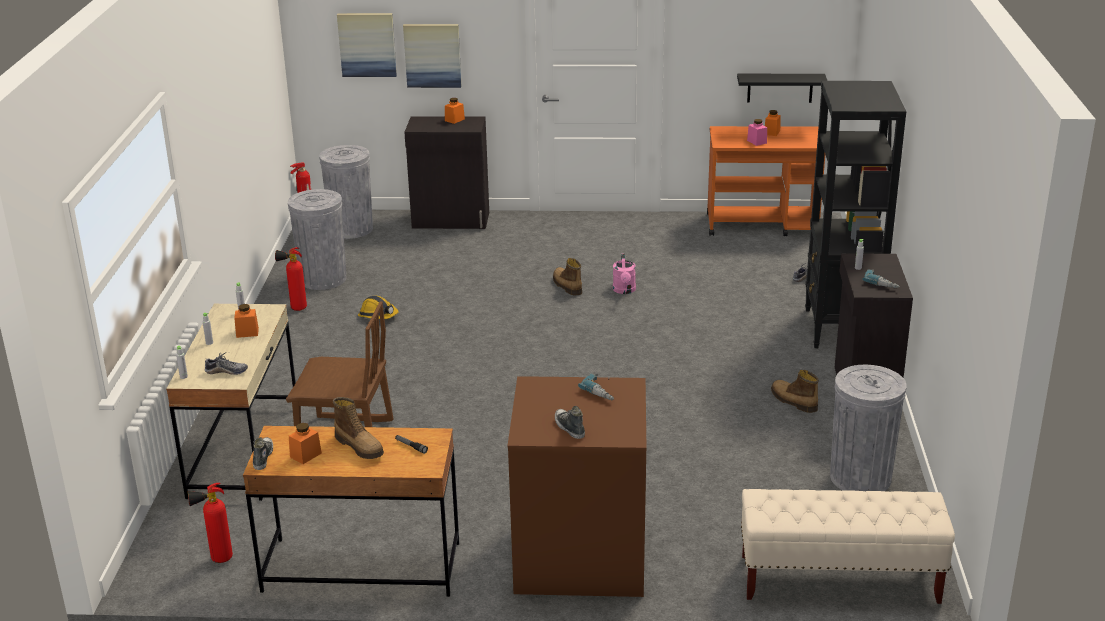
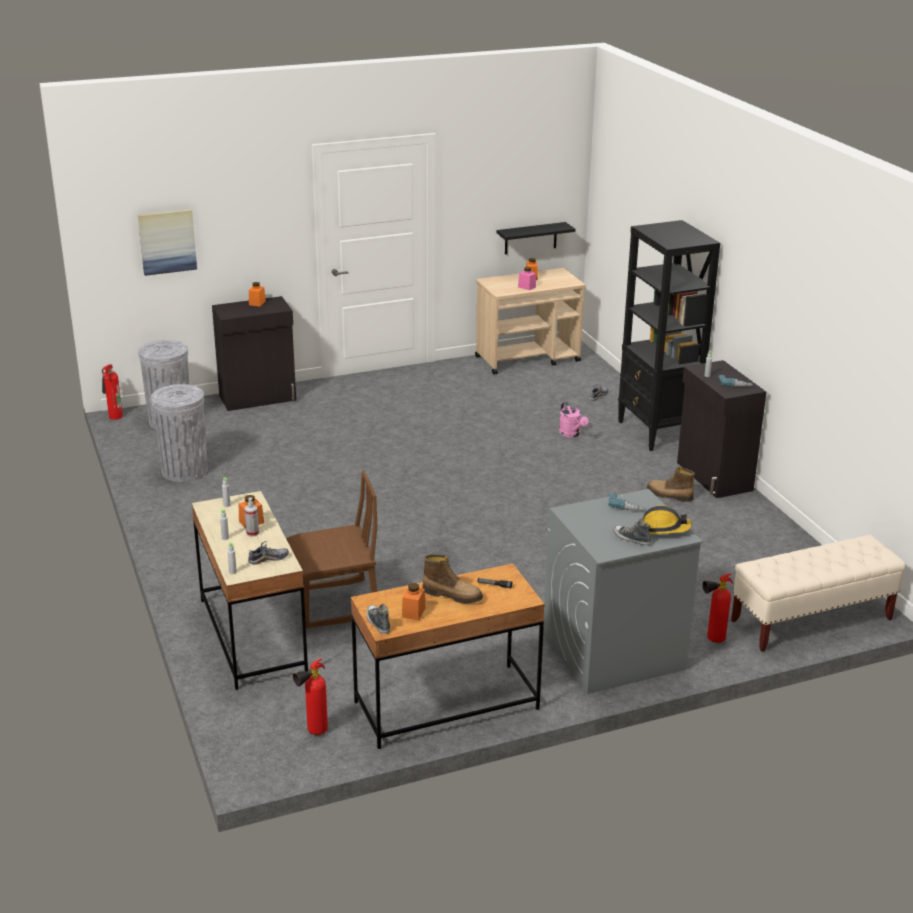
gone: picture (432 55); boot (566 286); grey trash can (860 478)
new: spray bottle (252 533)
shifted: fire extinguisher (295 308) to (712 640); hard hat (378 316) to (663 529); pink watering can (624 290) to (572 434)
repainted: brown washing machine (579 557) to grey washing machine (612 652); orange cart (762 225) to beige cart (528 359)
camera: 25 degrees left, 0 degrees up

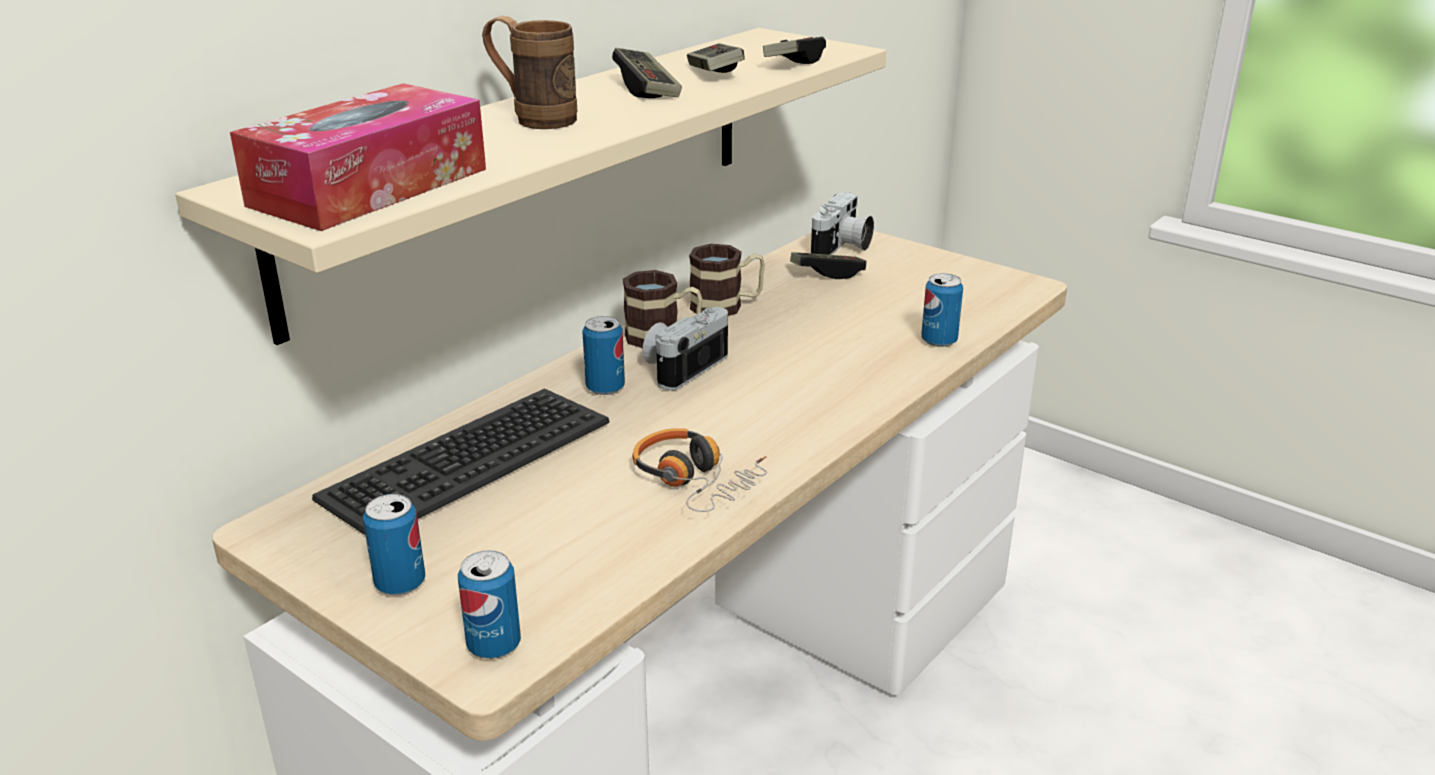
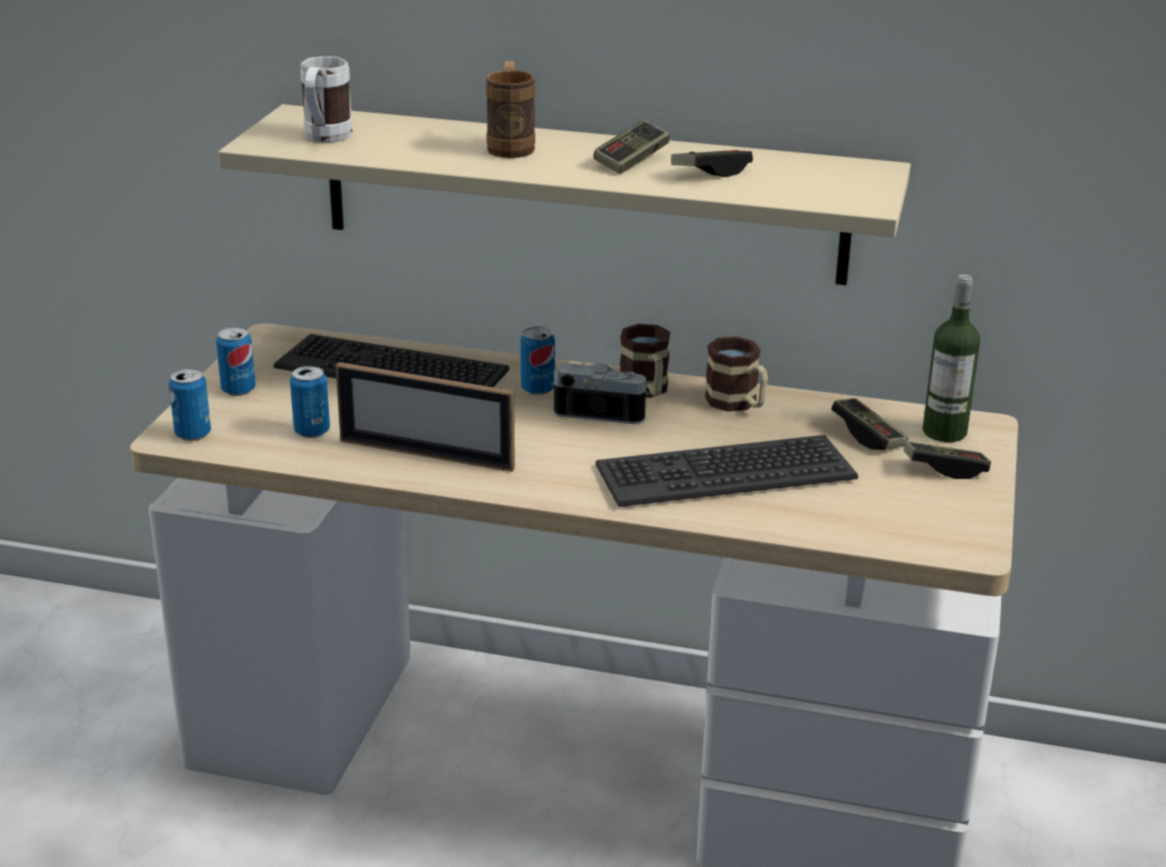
new: keyboard (725 472)
shifted: game controller (794 62) to (945 469); can (939 340) to (312 431)
swapped: tissue box (370 187) to white mug (324 139); headphones (695 480) to picture frame (426 454); photo camera (842 247) to bottle (944 432)
camera: 65 degrees right, 0 degrees up

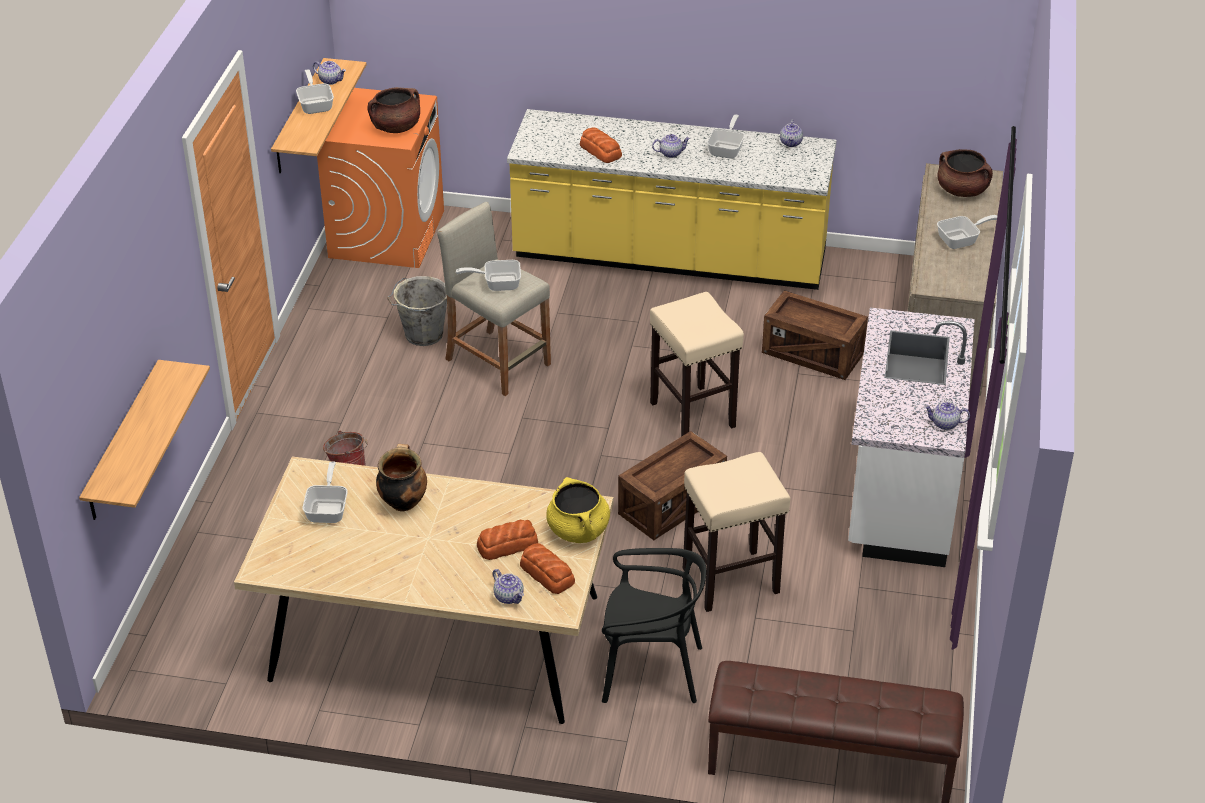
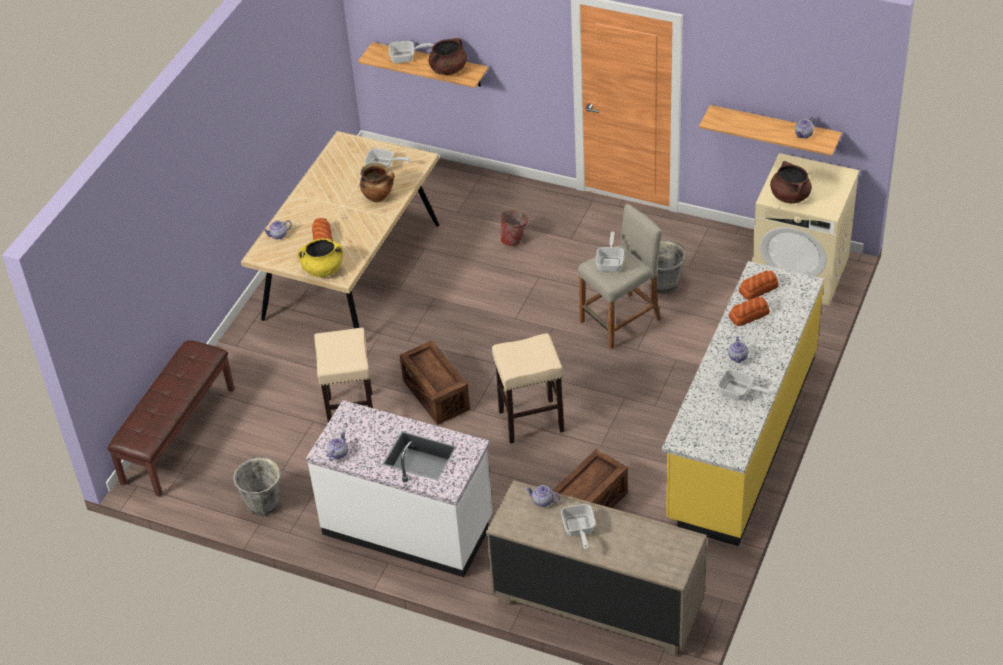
gone: black chair (651 671)
new: grey bucket (264 503)
shifted: frying pan (315 104) to (406 58); bread (547 573) to (759 288); teapot (791 143) to (542 501); brown cooking pot (962 190) to (448 69)
repainted: orange washing machine (386 234) to beige washing machine (800 271)
camera: 105 degrees right, 5 degrees up

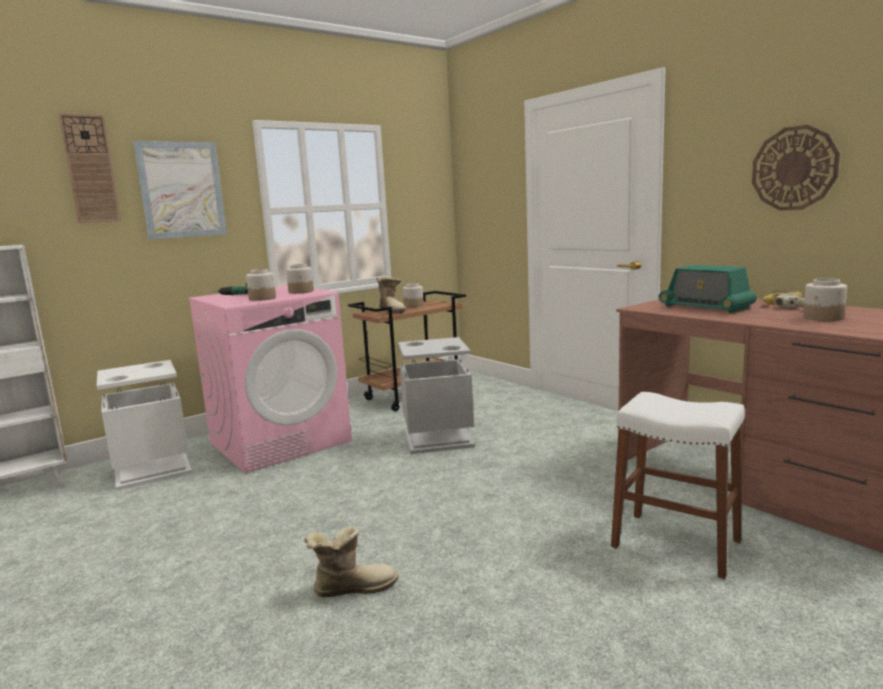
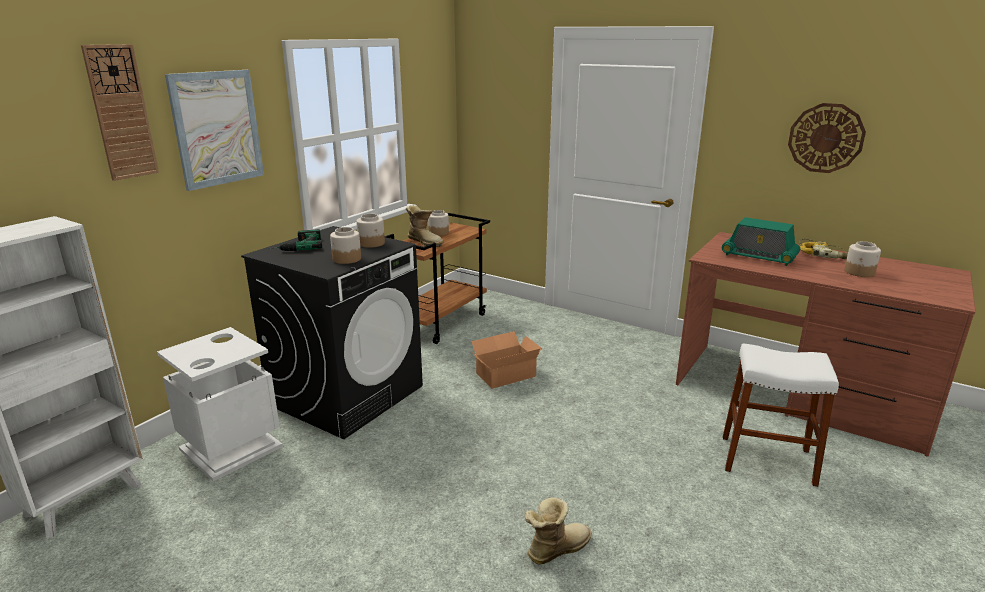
swapped: grey trash can (437 438) to cardboard box (503 374)
repainted: pink washing machine (281 442) to black washing machine (347 395)
camera: 20 degrees left, 10 degrees up

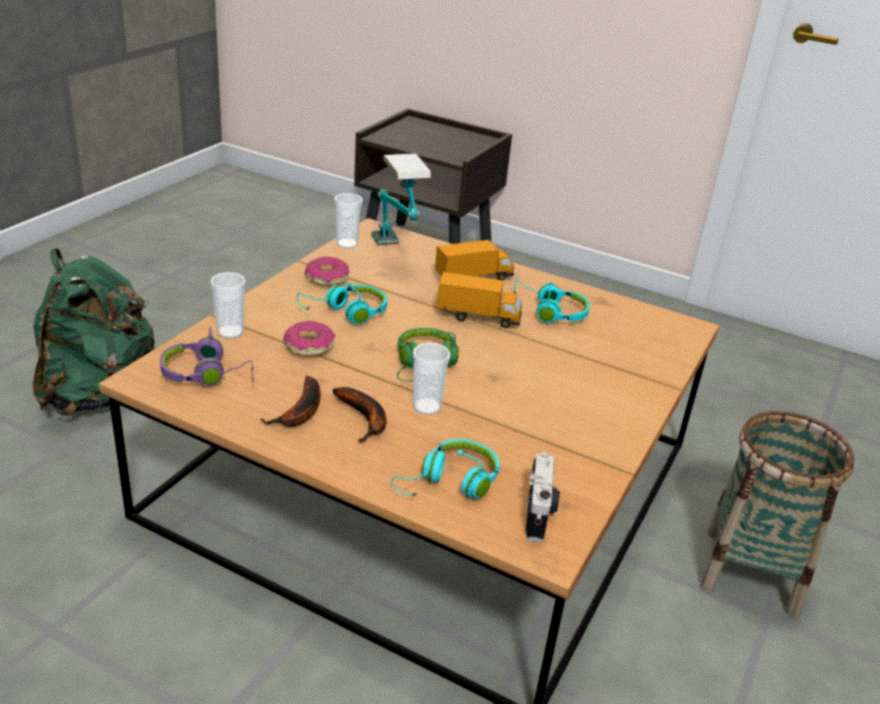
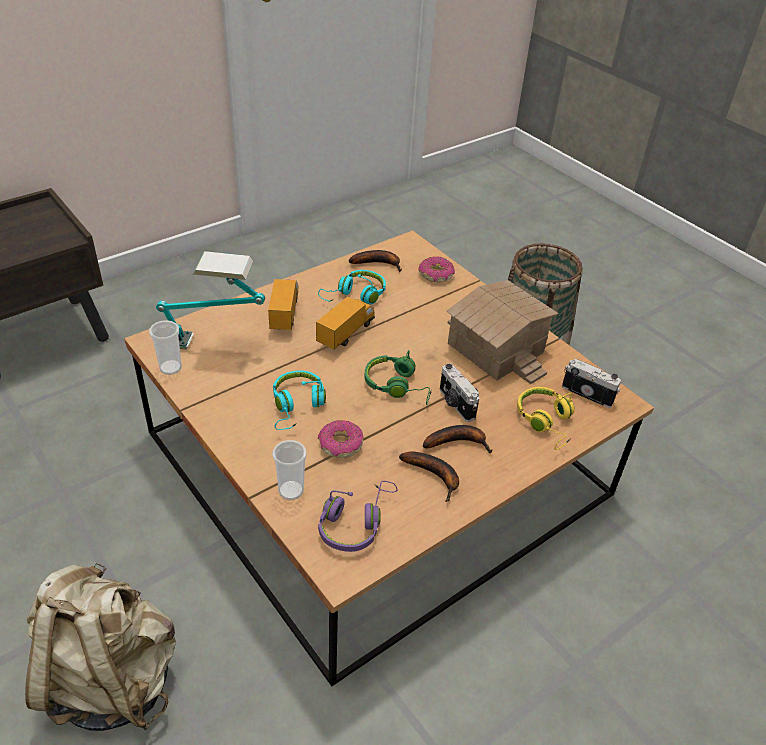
new: banana (378 263); toy house (496 347)
shifted: donut (327 278) to (436 275)
swapped: cup (426 407) to photo camera (455 404)
repainted: green backpack (97 392) to beige backpack (112 679); turquoise headphones (450 483) to yellow headphones (546 422)
camera: 65 degrees left, 10 degrees up

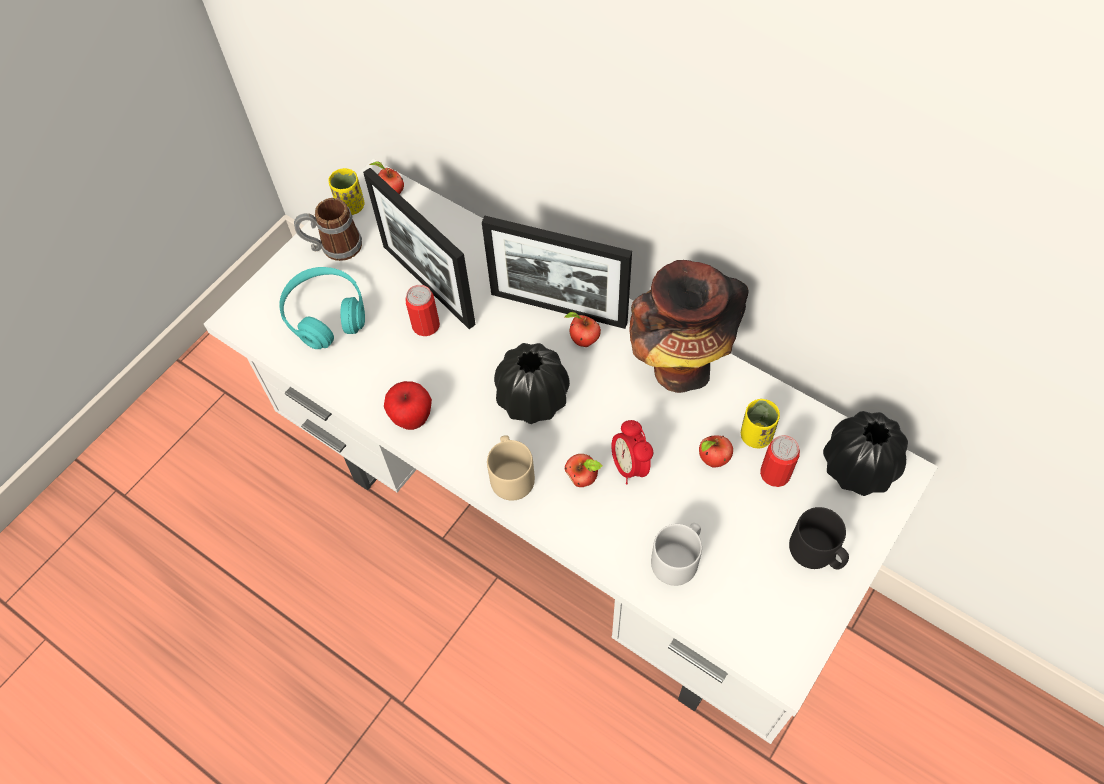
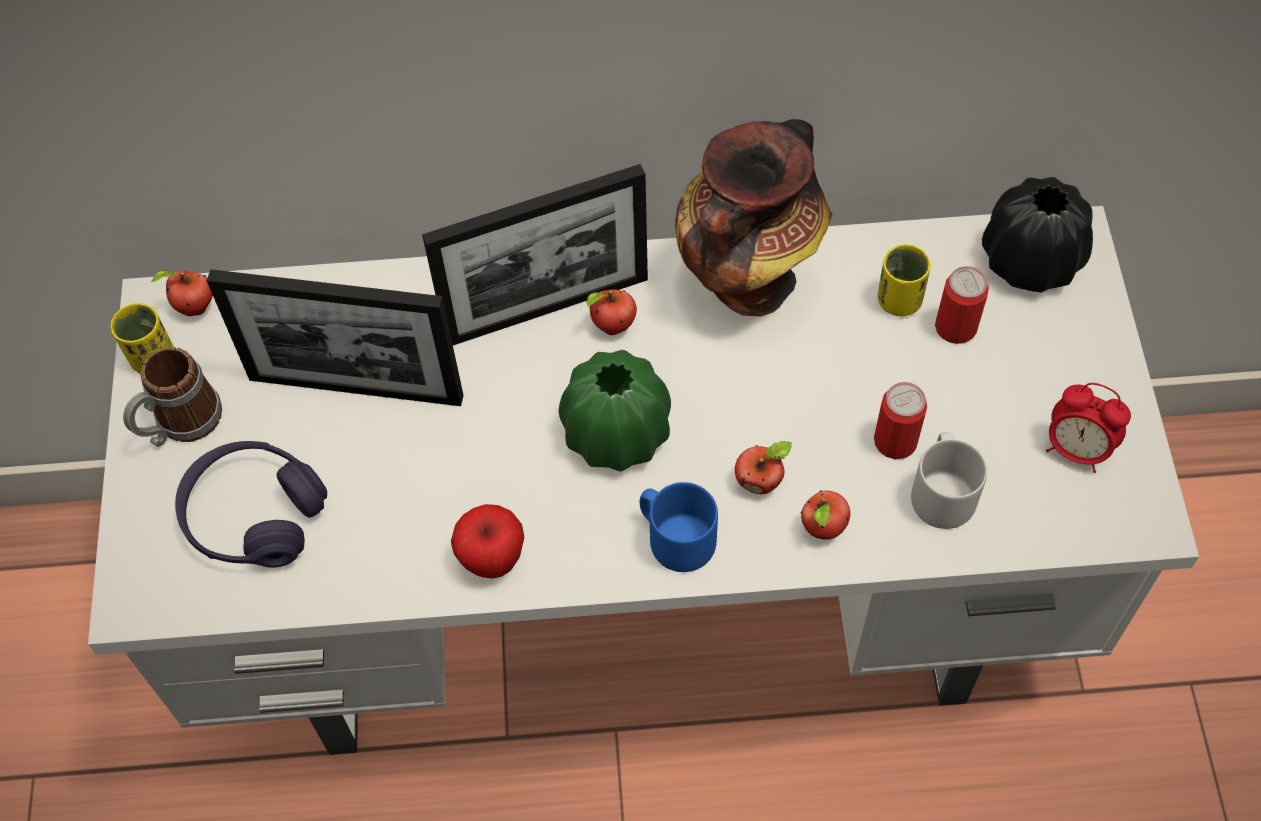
gone: black mug (816 552)
shifted: can (426 325) to (895 441); alarm clock (630 466) to (1076 450); apple (712 461) to (823 530)
repainted: turquoise headphones (326 315) to purple headphones (254 515); beige mug (511 475) to blue mug (675 538); black vase (533 398) to green vase (617 433)
camera: 40 degrees left, 0 degrees up

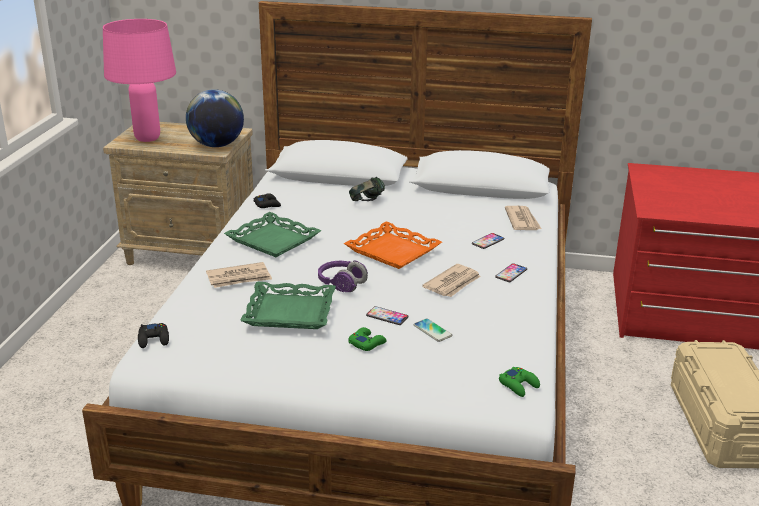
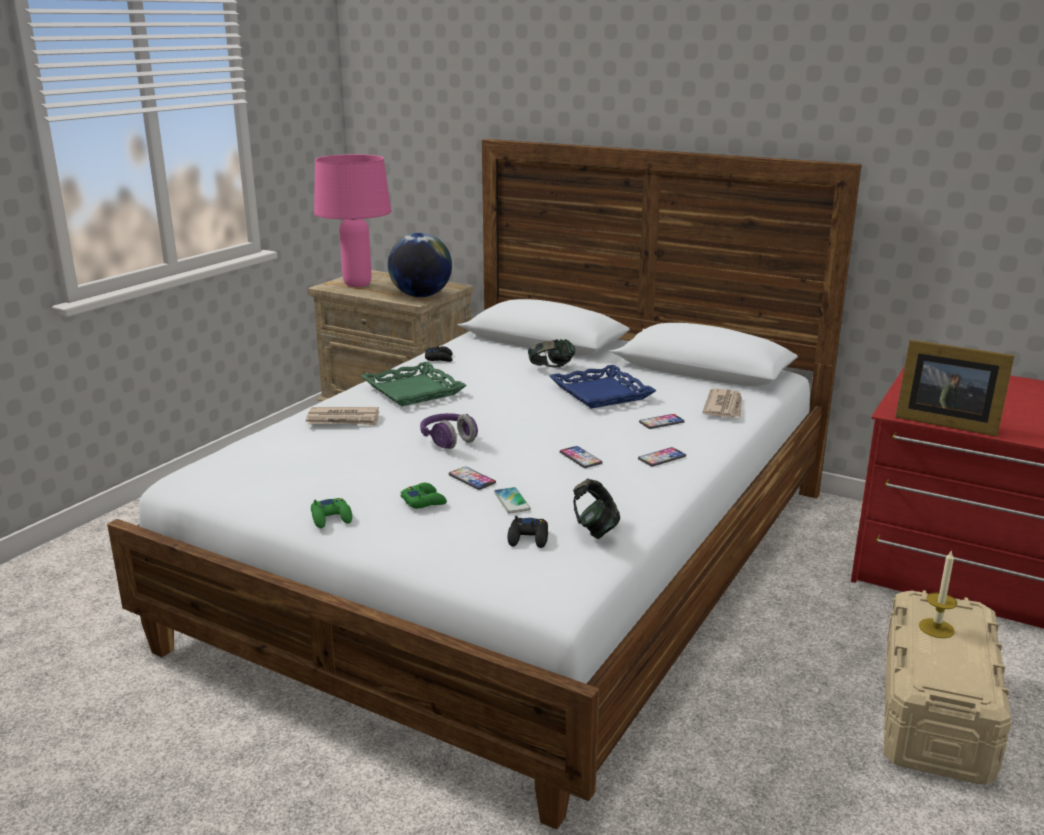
gone: green tray (289 312); orange tray (393 251)
new: blue tray (602 393); headphones (595 529); picture frame (943 422); candle (936 628)
shifted: black game controller (154 339) to (528 538); green game controller (519 385) to (331 518)
swapped: newspaper (453 283) to phone (580 458)
camera: 20 degrees right, 5 degrees down

